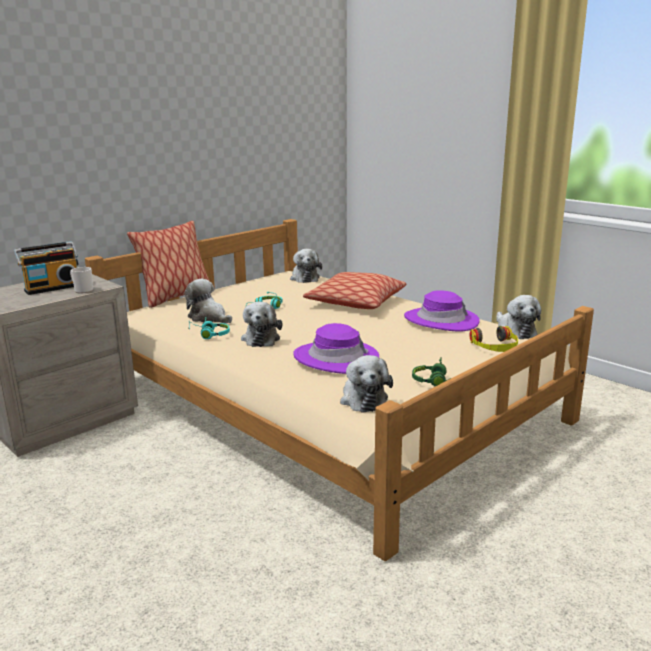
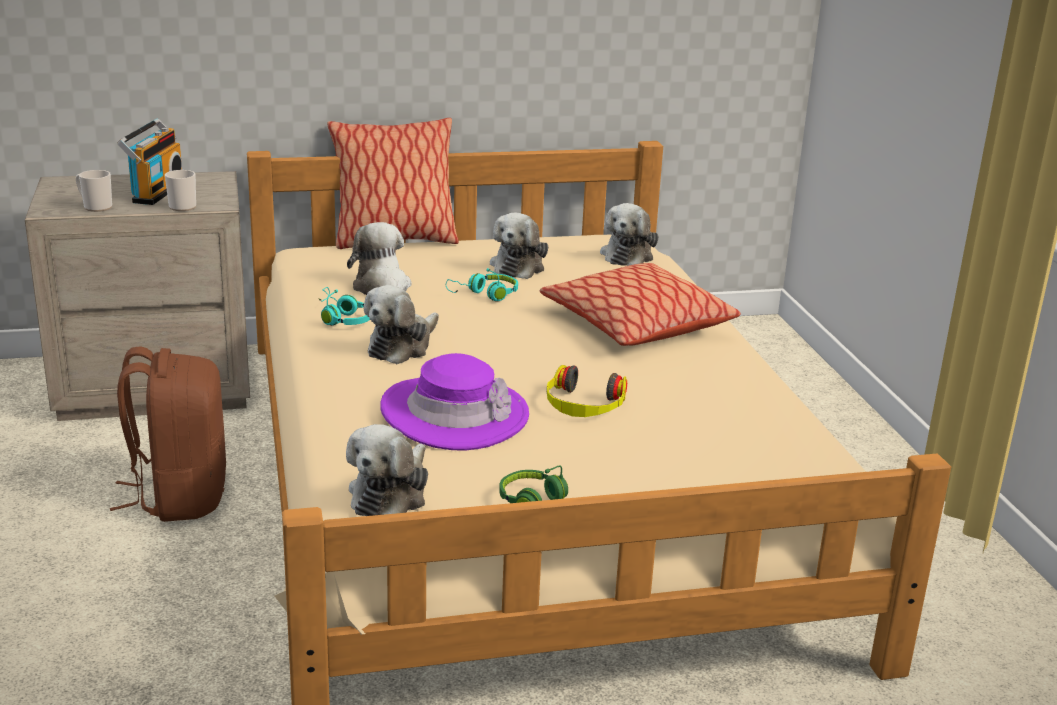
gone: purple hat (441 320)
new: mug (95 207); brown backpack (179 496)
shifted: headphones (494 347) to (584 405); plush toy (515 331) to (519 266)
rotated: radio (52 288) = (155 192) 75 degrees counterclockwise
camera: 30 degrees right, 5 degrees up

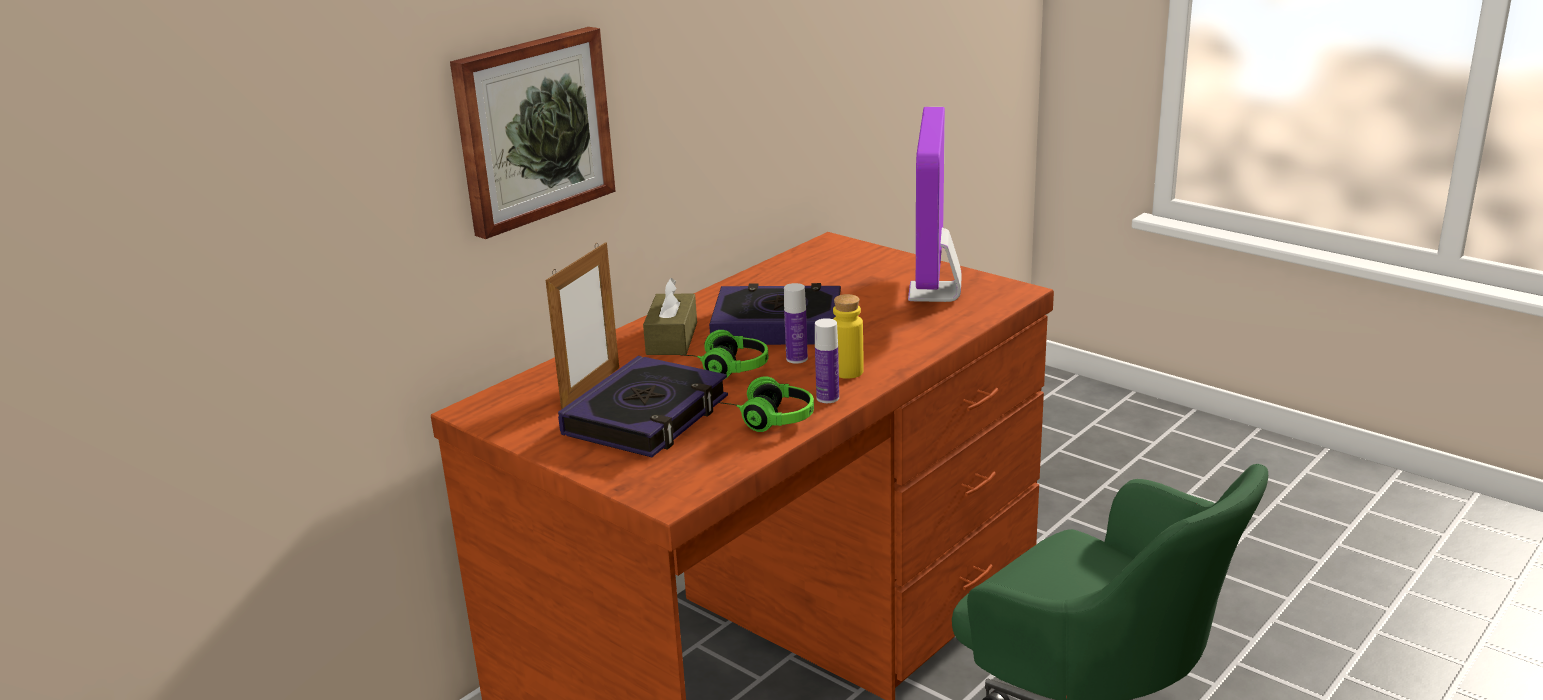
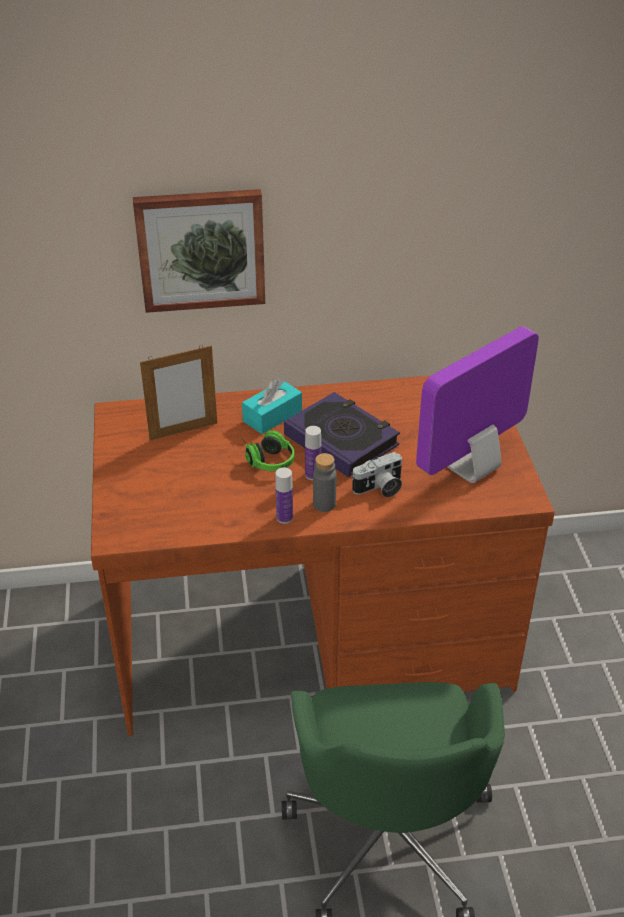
gone: book (647 417); headphones (767 419)
new: photo camera (380 488)
repainted: brown tissue box (672 339) to turquoise tissue box (272 416); yellow bottle (848 372) to grey bottle (324 504)
camera: 40 degrees right, 15 degrees up

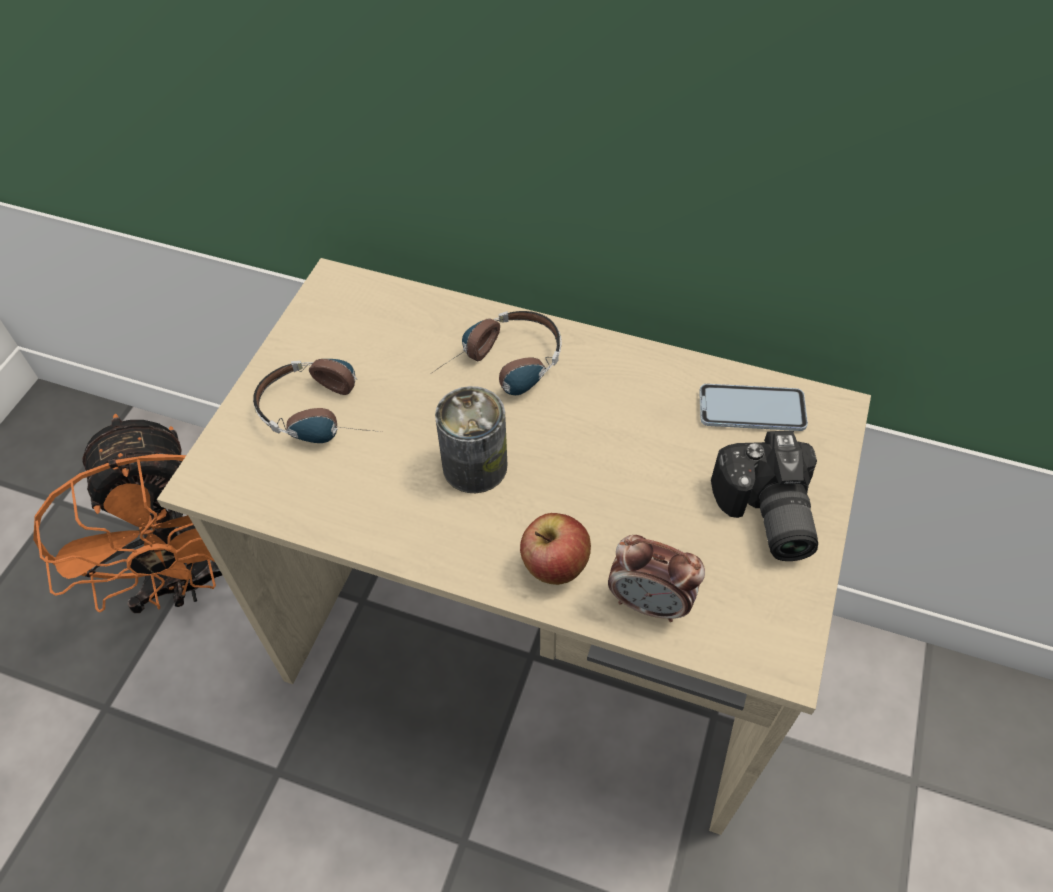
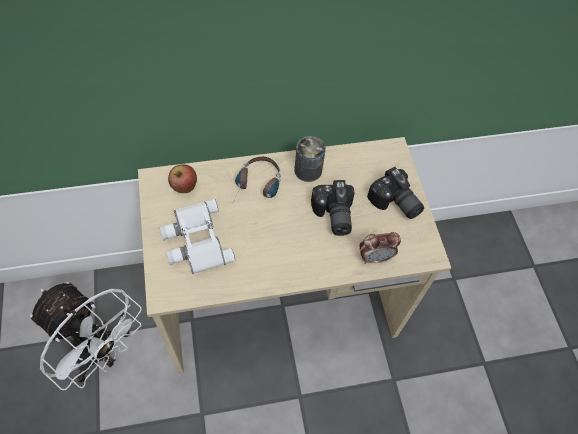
gone: phone (751 409)
new: photo camera (332 216)
shifted: can (475 466) to (308 170); apple (554 567) to (184 187)
swapped: headphones (326 412) to white binoculars (195 240)
repainted: orange fan (192 582) to white fan (101 353)
camera: 35 degrees left, 5 degrees up

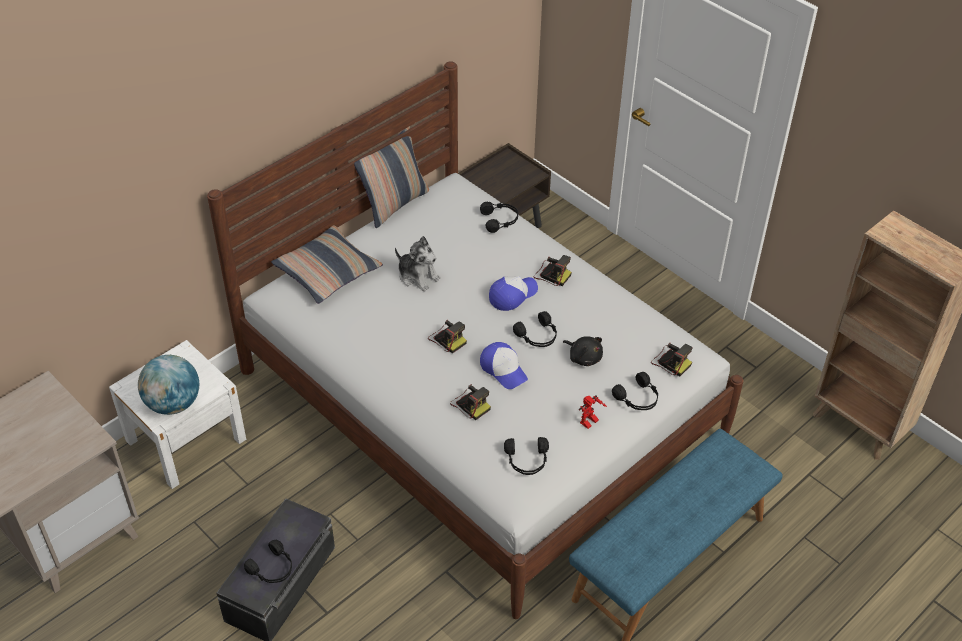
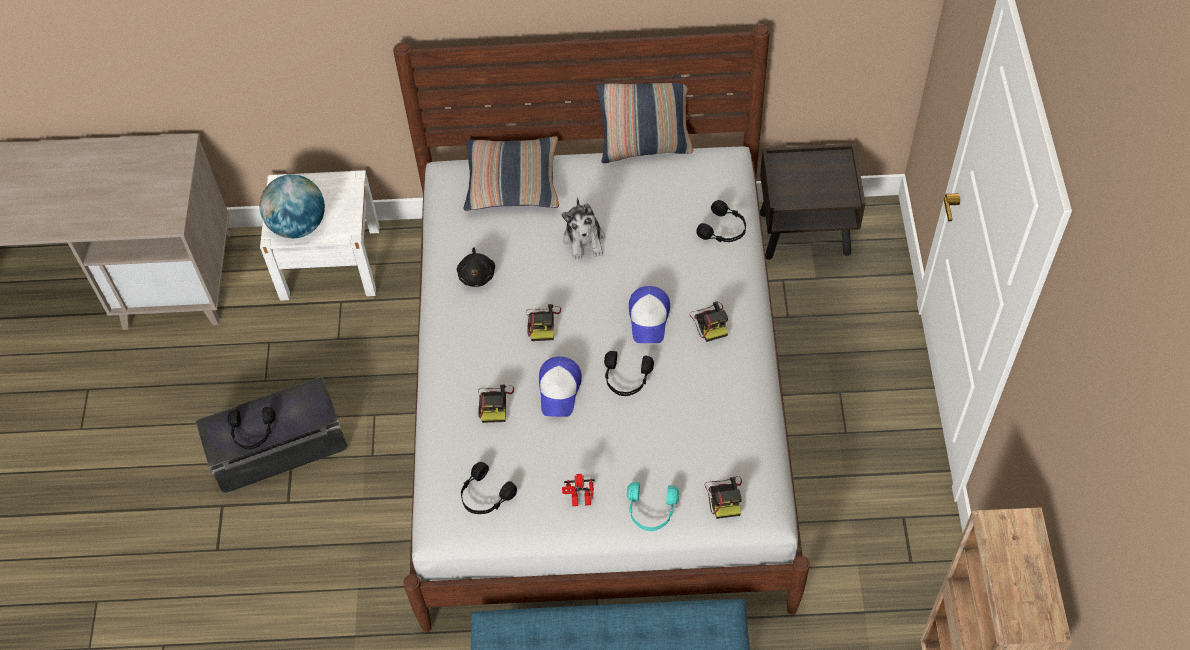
shifted: black plush toy (584 357) to (477 275)
repainted: black headphones (638 398) to turquoise headphones (651 511)
rotated: cap (512 295) = (649 318) 90 degrees clockwise
camera: 45 degrees right, 10 degrees up

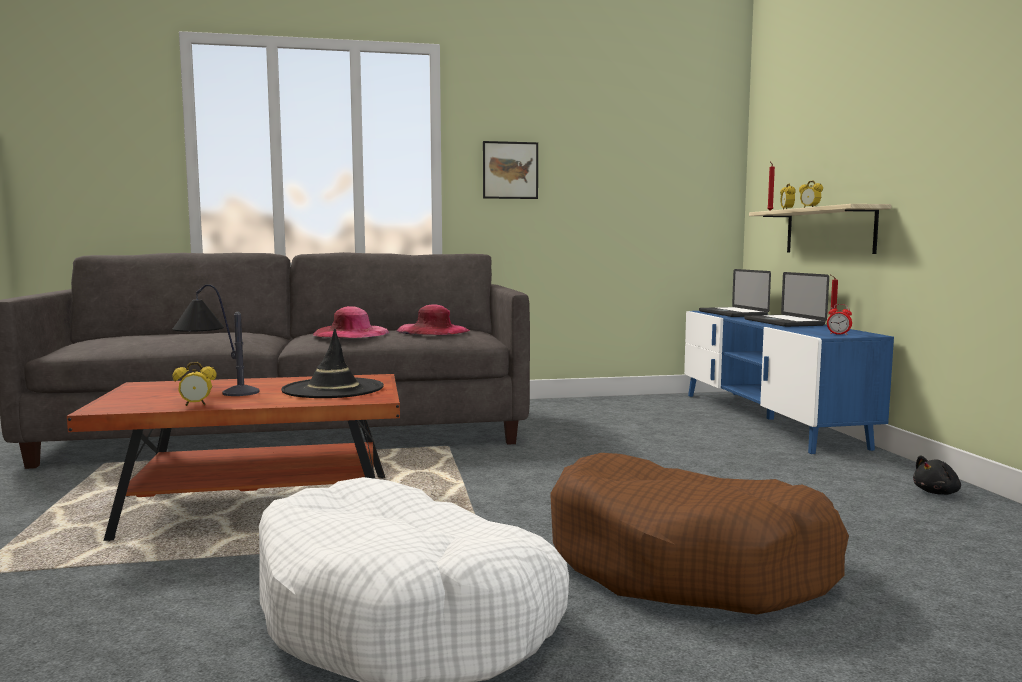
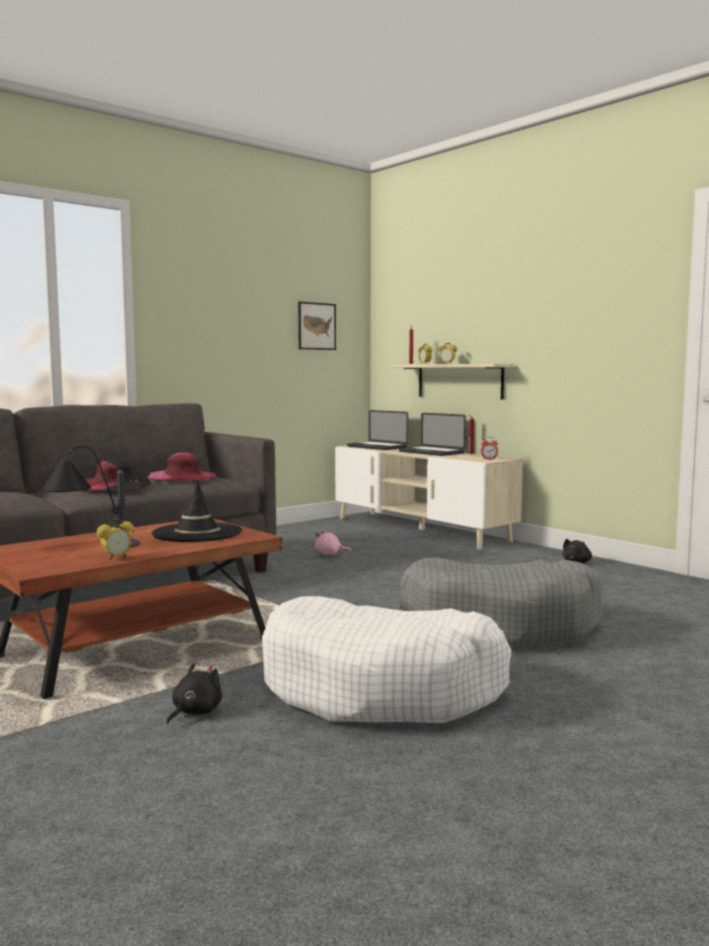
new: black plush toy (194 712); pink plush toy (330 554)
shifted: picture (510 170) to (316 326)
repainted: pink hat (351 333) to black hat (113 484); brown dog bed (687 564) to grey dog bed (501 625); blue tv stand (767 419) to beige tv stand (420 529)
camera: 30 degrees left, 0 degrees up

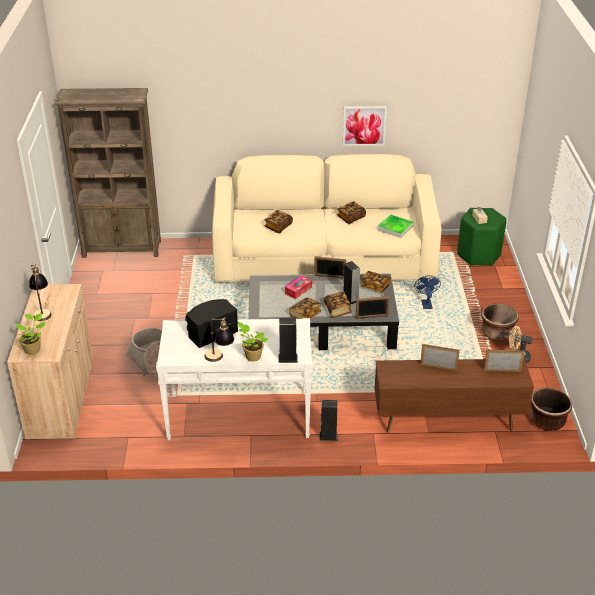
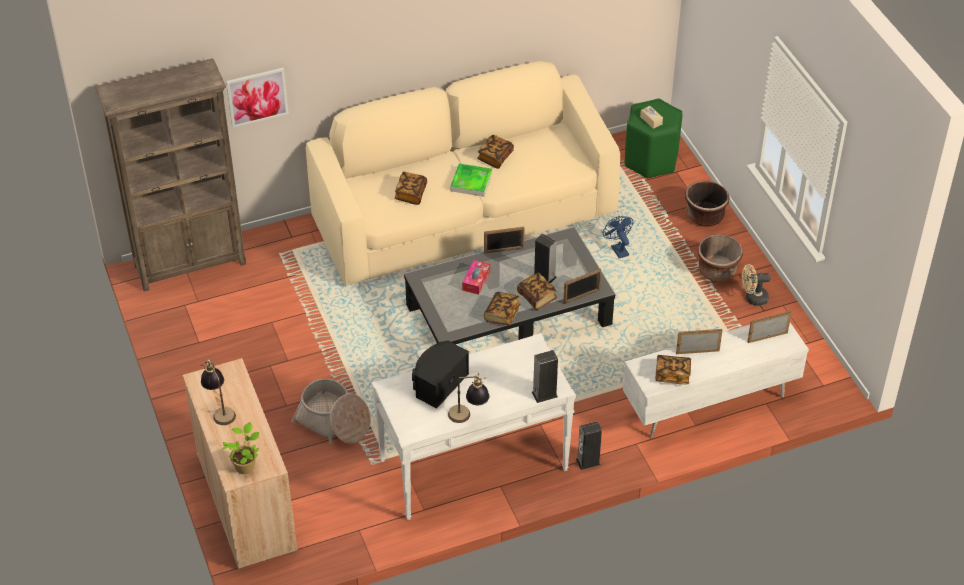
gone: potted plant (252 356)
shifted: picture (364 125) to (257 97); book (375 287) to (672 375); tray (395 228) to (471 182); brown planter (547 421) to (704 216)
repainted: brown tv stand (447 421) to white tv stand (709 404)
camera: 20 degrees left, 10 degrees up

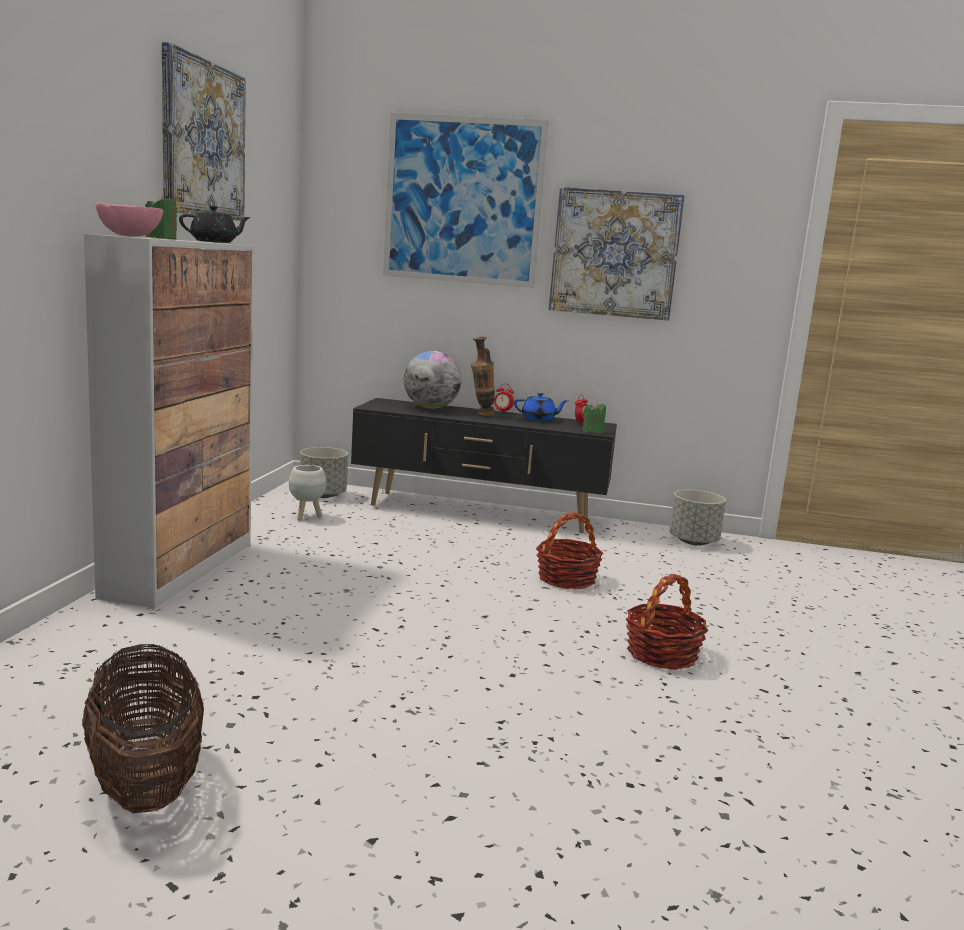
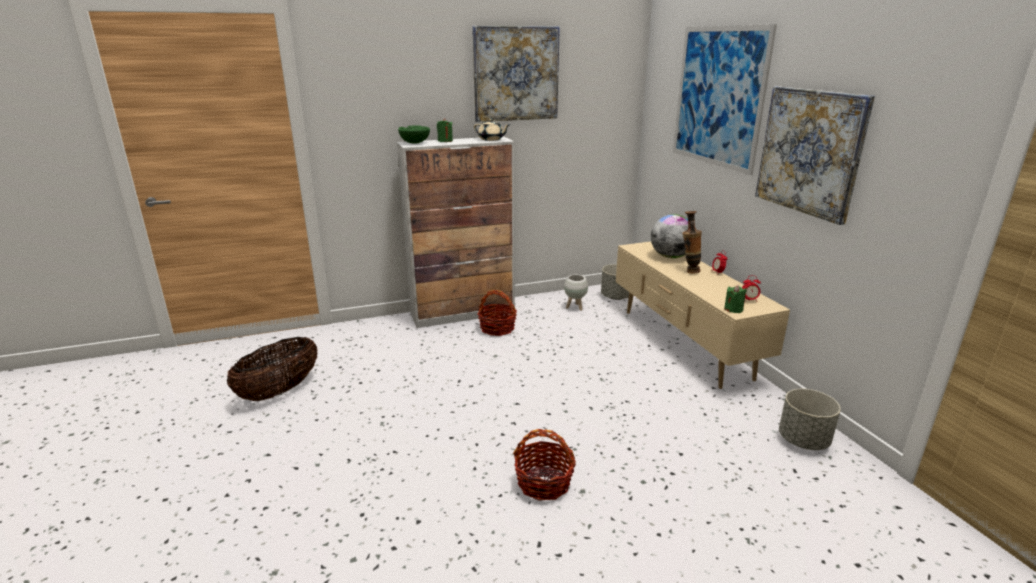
gone: blue teapot (539 419)
shifted: basket (566 579) to (497 328)
repainted: pink bowl (129 236) to green bowl (414 143); black teapot (214 242) to beige teapot (491 139); black tv stand (480 513) to beige tv stand (683 344)
camera: 60 degrees right, 10 degrees up

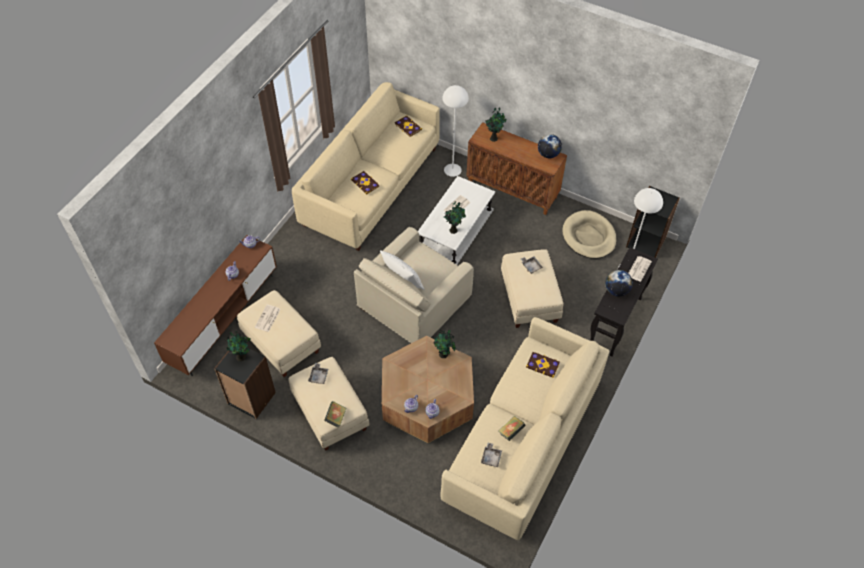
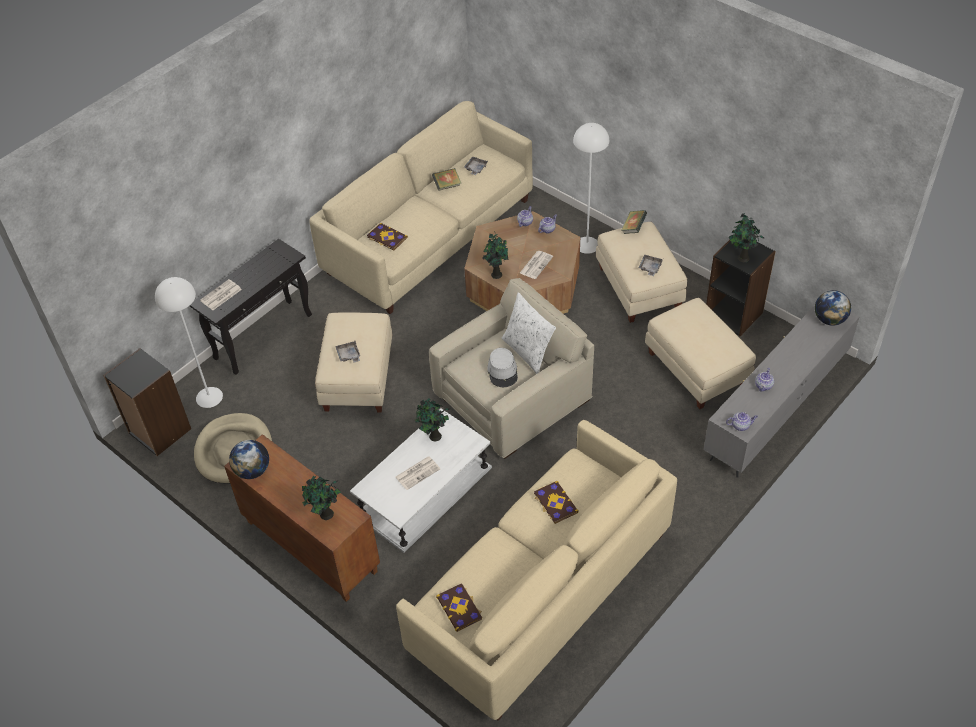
new: grey hat (503 371)
shifted: newspaper (267 318) to (536 264); white floor lamp (452 169) to (587 245); globe (616 290) to (829 319)
repainted: brown tv stand (224 320) to grey tv stand (775 408)
camera: 165 degrees left, 5 degrees down

